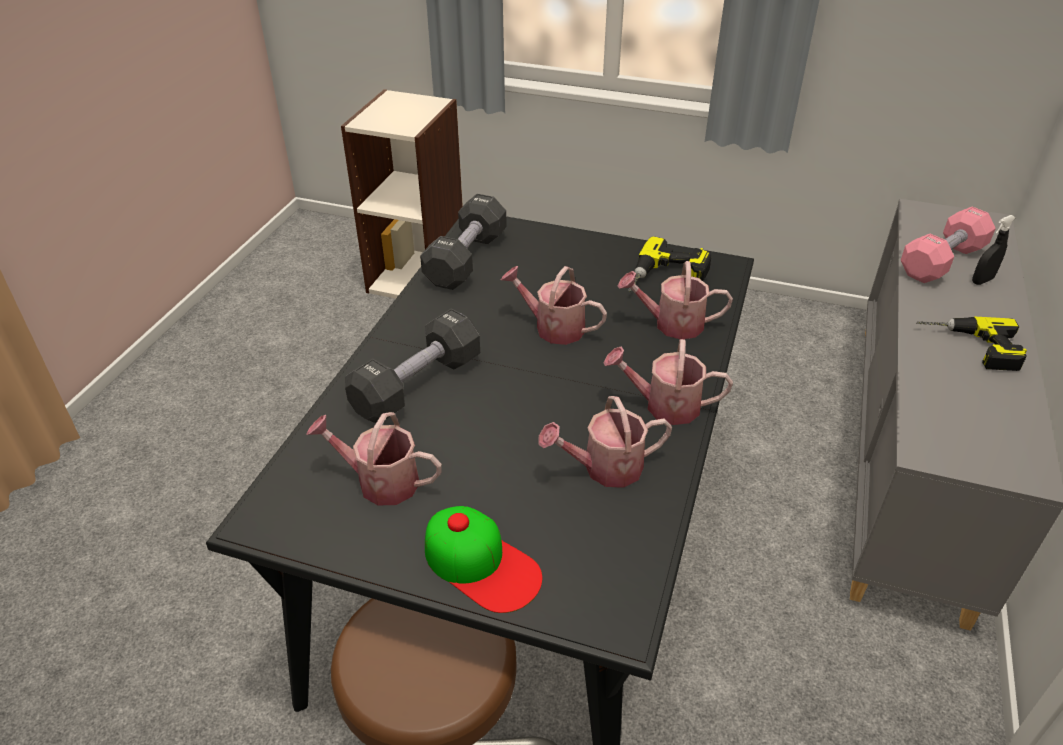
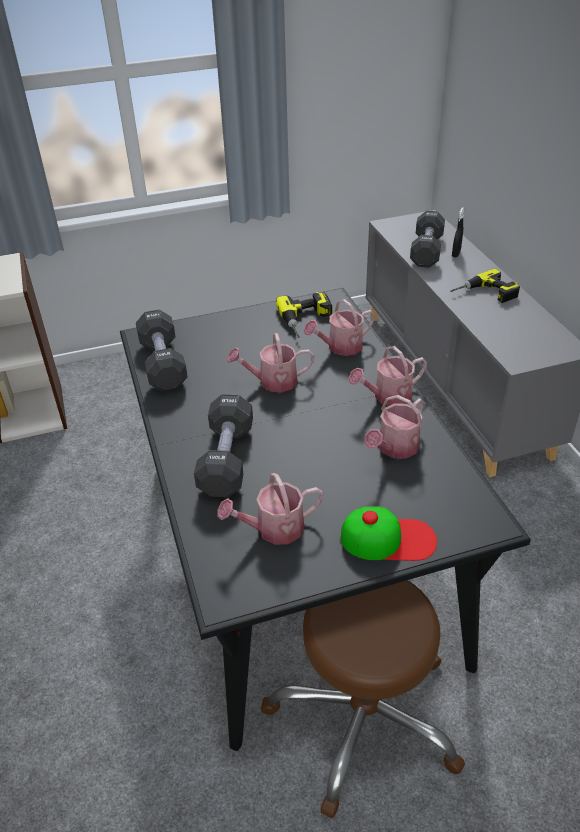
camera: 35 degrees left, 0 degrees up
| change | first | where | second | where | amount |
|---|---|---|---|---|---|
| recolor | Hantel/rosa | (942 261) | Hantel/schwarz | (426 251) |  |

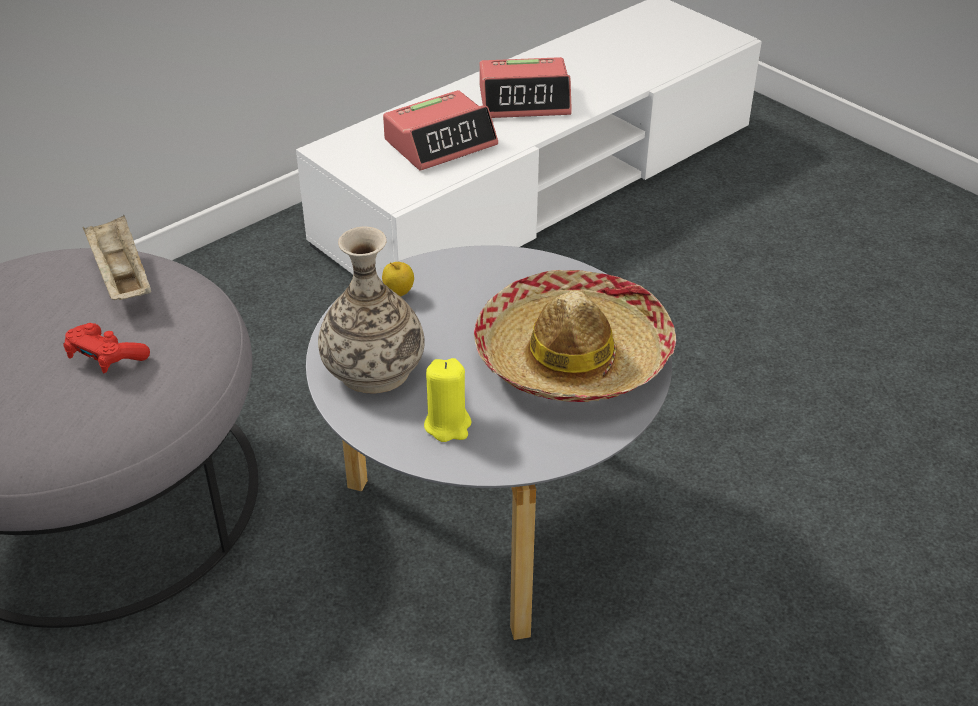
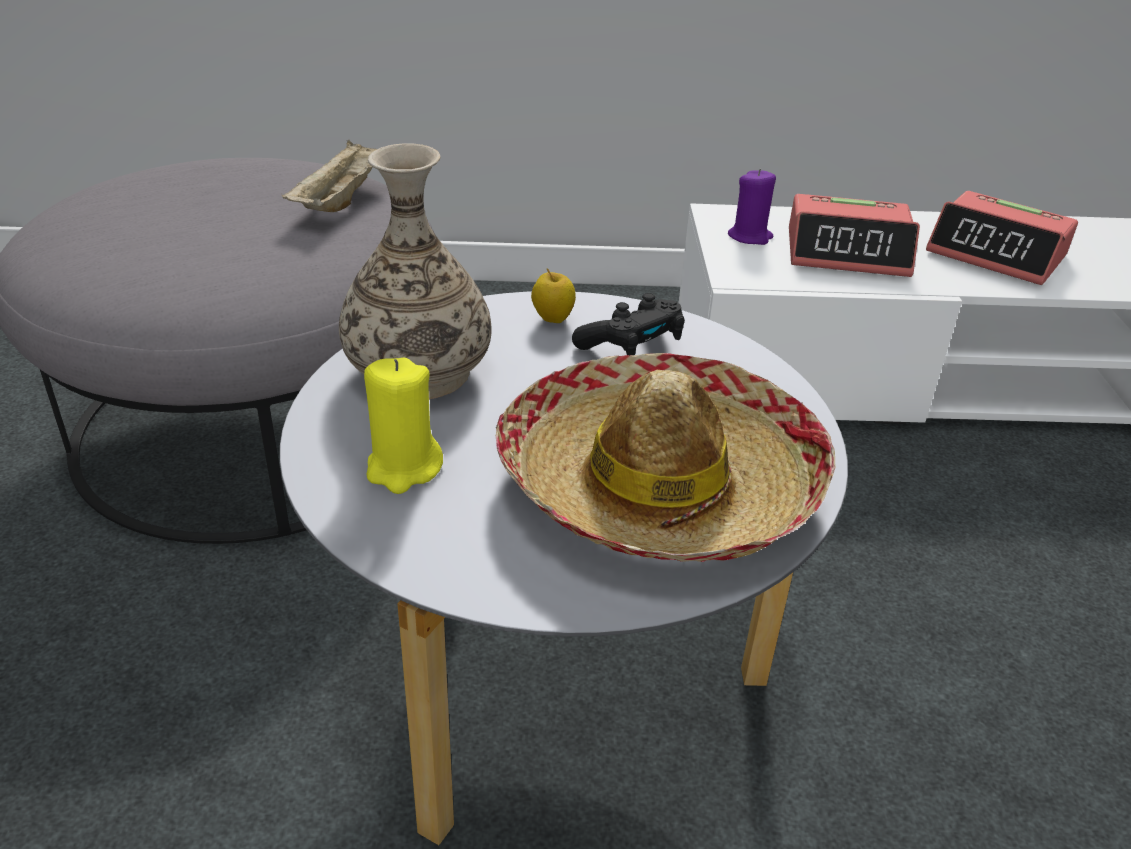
camera: 40 degrees right, 5 degrees down
| change | first | where | second | where | amount |
|---|---|---|---|---|---|
| delete | Gamepad/rot | (106 358) |  |  |  |
| insert |  |  | Kerze/lila | (750 237) |  |
| insert |  |  | Gamepad/schwarz | (632 345) |  |

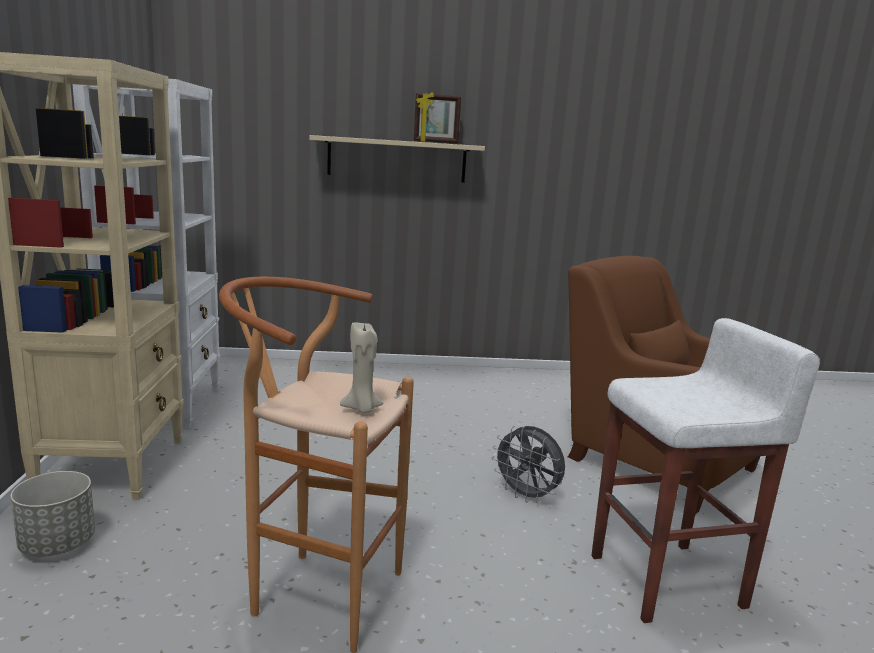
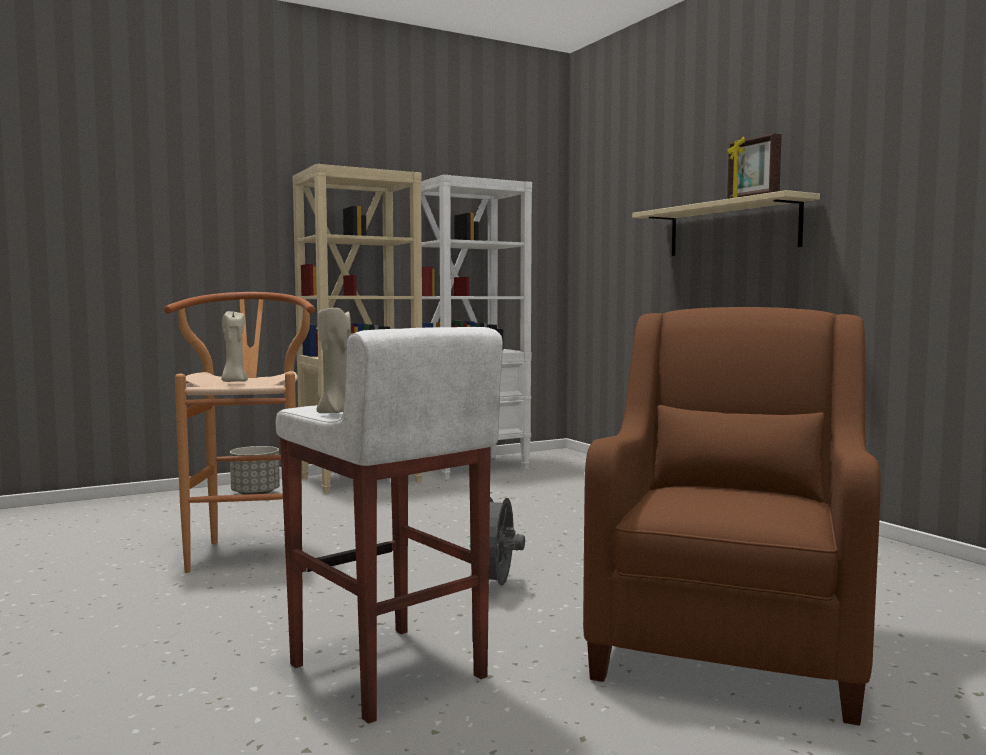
camera: 65 degrees right, 10 degrees down
| change | first | where | second | where | amount |
|---|---|---|---|---|---|
| insert |  |  | Kerze/beige | (337 412) |  |

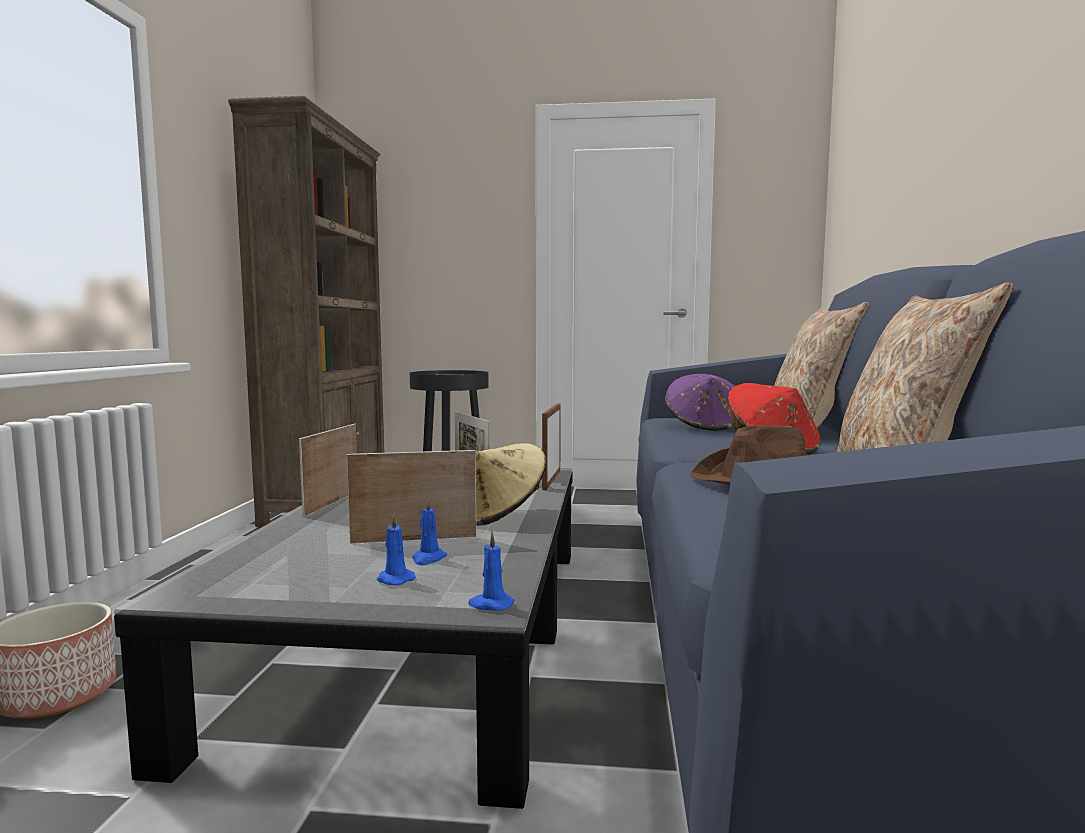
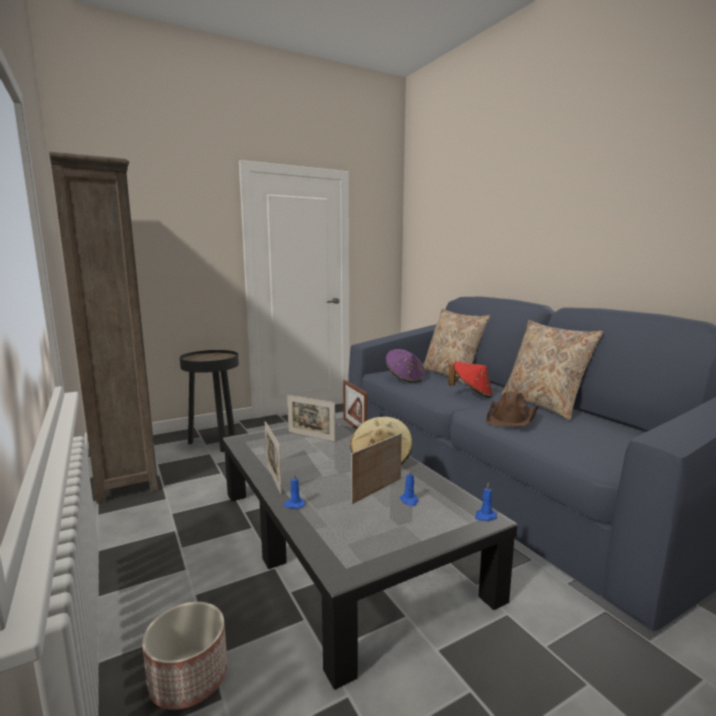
camera: 35 degrees left, 5 degrees up
| change | first | where | second | where | amount |
|---|---|---|---|---|---|
| move | Kerze/blau | (394 579) |  | (294 505) |  |

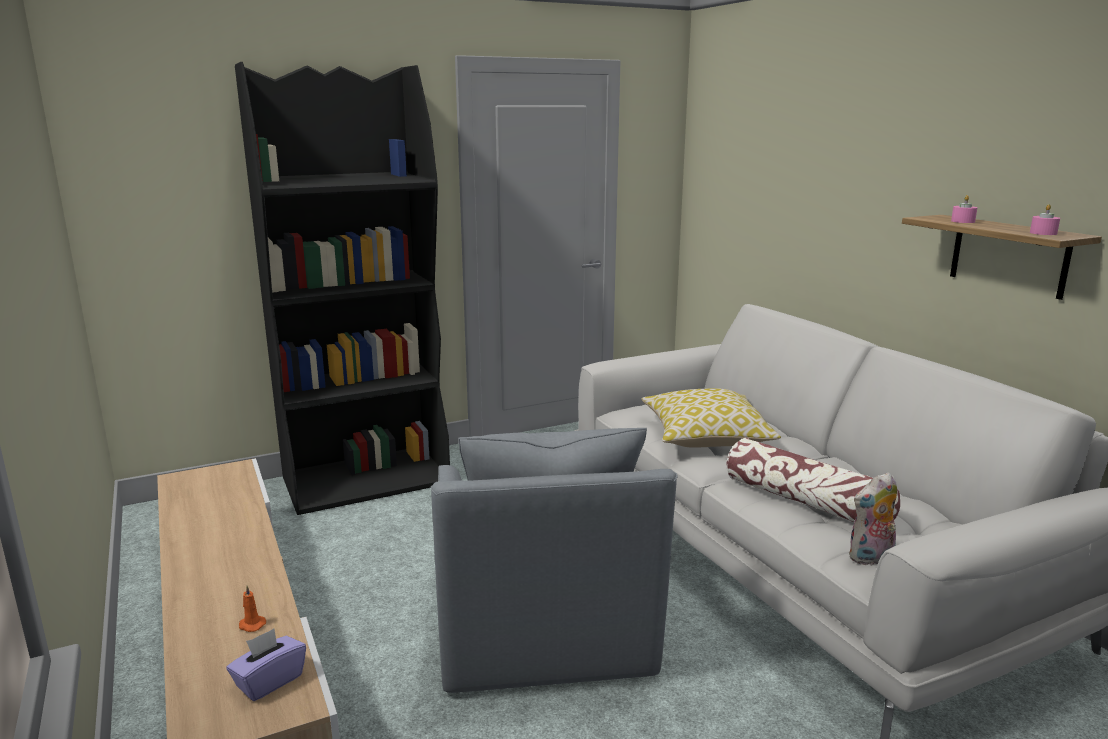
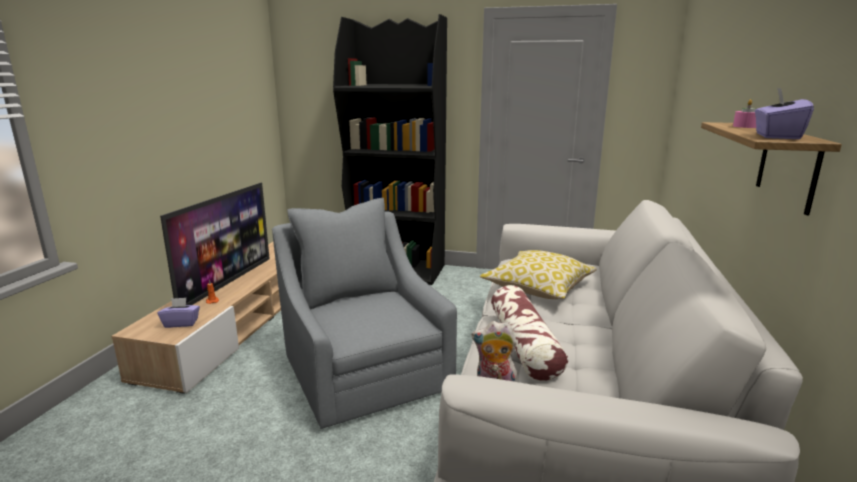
camera: 40 degrees right, 0 degrees up
| change | first | where | second | where | amount |
|---|---|---|---|---|---|
| replace | Kerze/rosa | (1043 233) | Taschentuchbox/lila | (776 136) |  |
| rotate | Sessel/grau | (541 629) |  | (364 370) | 120 degrees clockwise |
| insert |  |  | Fernseher | (226 283) |  |

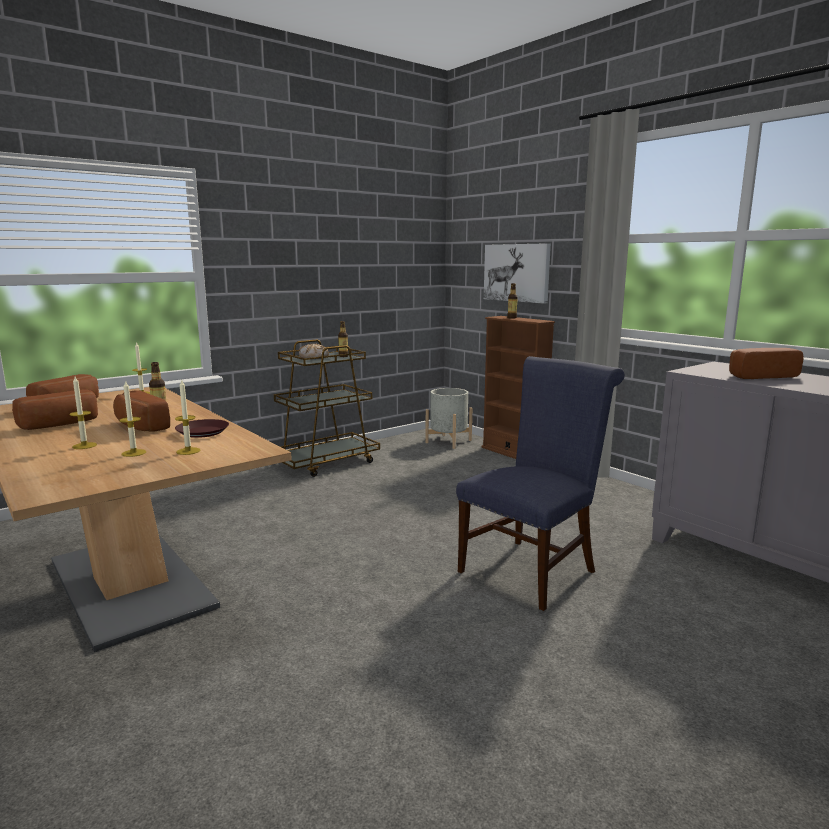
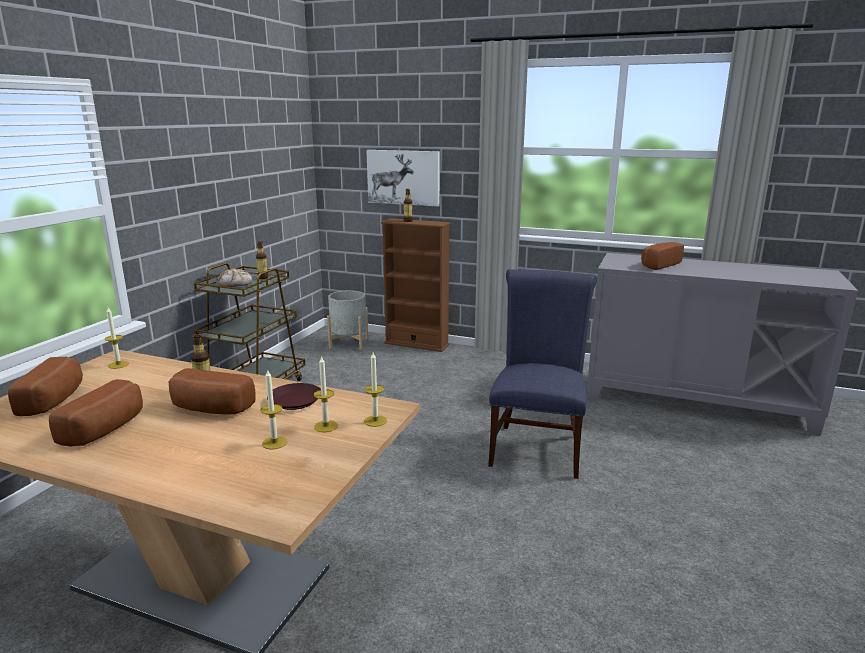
camera: 30 degrees left, 5 degrees up
| change | first | where | second | where | amount |
|---|---|---|---|---|---|
| move | Kerze | (84 446) |  | (375 421) |  |

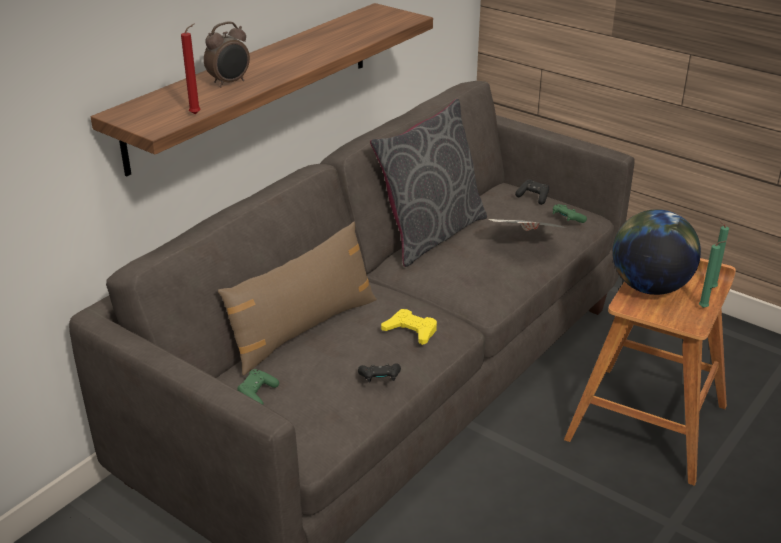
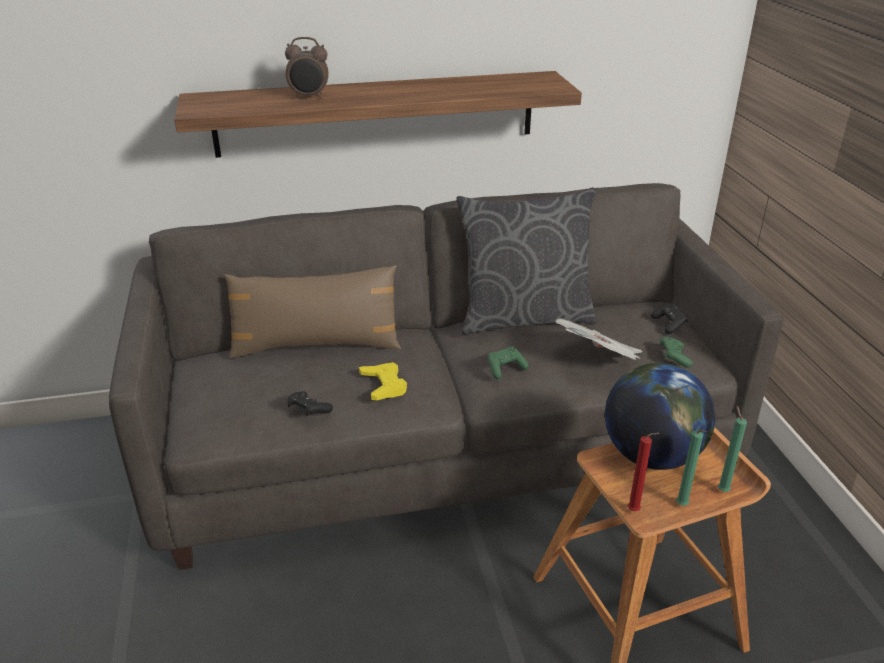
camera: 40 degrees right, 0 degrees up
| change | first | where | second | where | amount |
|---|---|---|---|---|---|
| move | Kerze/rot | (197 114) |  | (635 511) |  |
| move | Gamepad/grün | (257 394) |  | (505 368) |  |

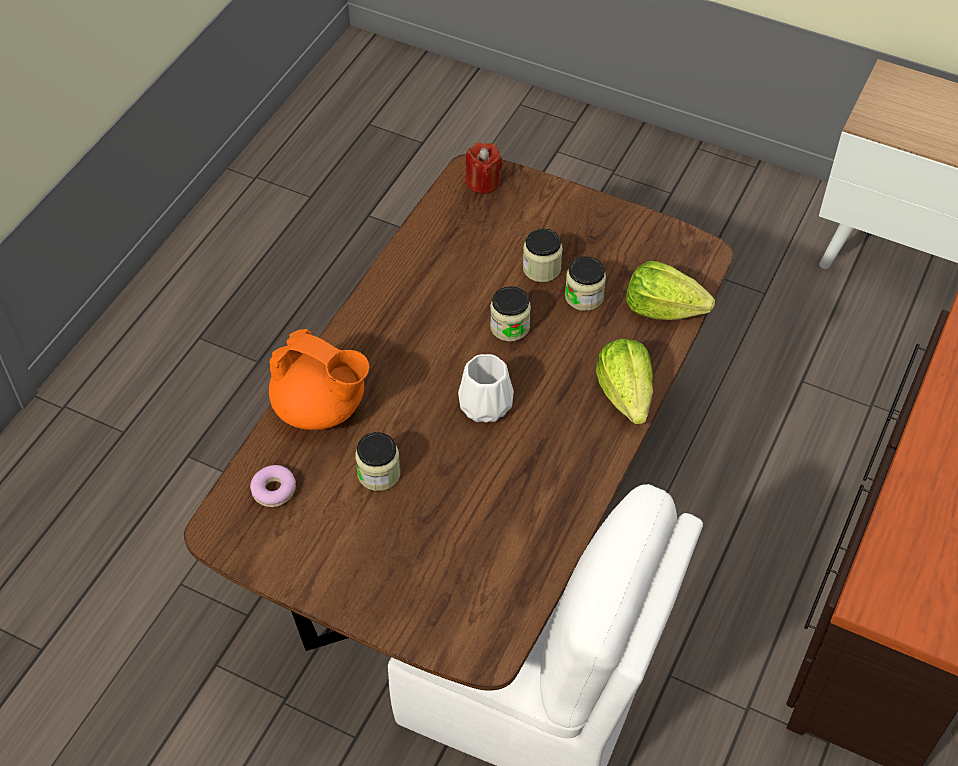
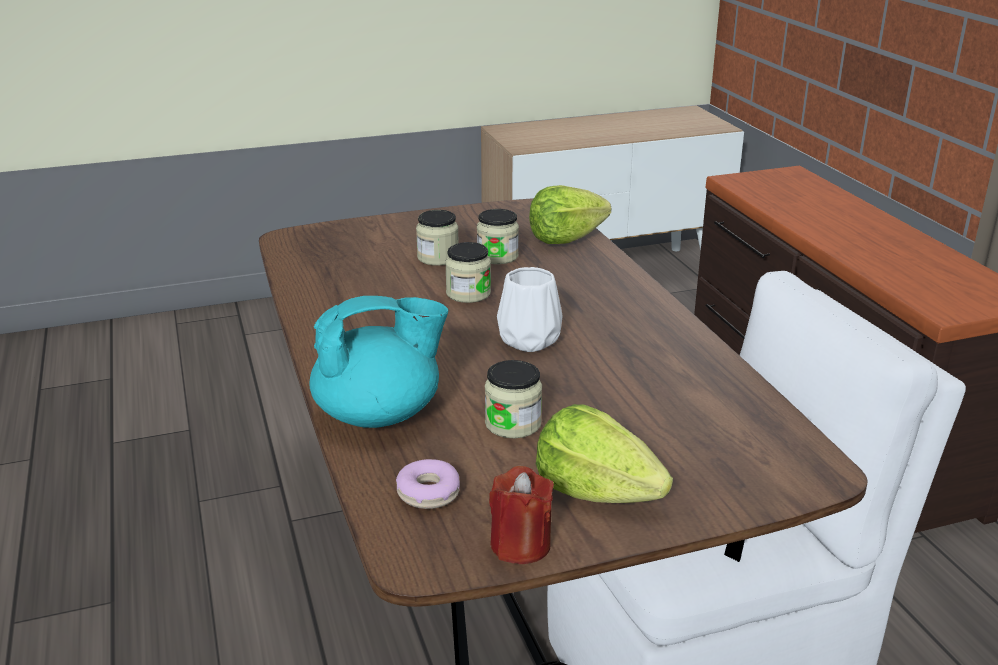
camera: 45 degrees left, 25 degrees down
| change | first | where | second | where | amount |
|---|---|---|---|---|---|
| move | Kerze/rot | (483 182) |  | (520 545) |  |
| recolor | Teekanne/orange | (321 407) | Teekanne/türkis | (380 414) |  |
| move | Salatkopf | (625 395) |  | (596 491) |  |

